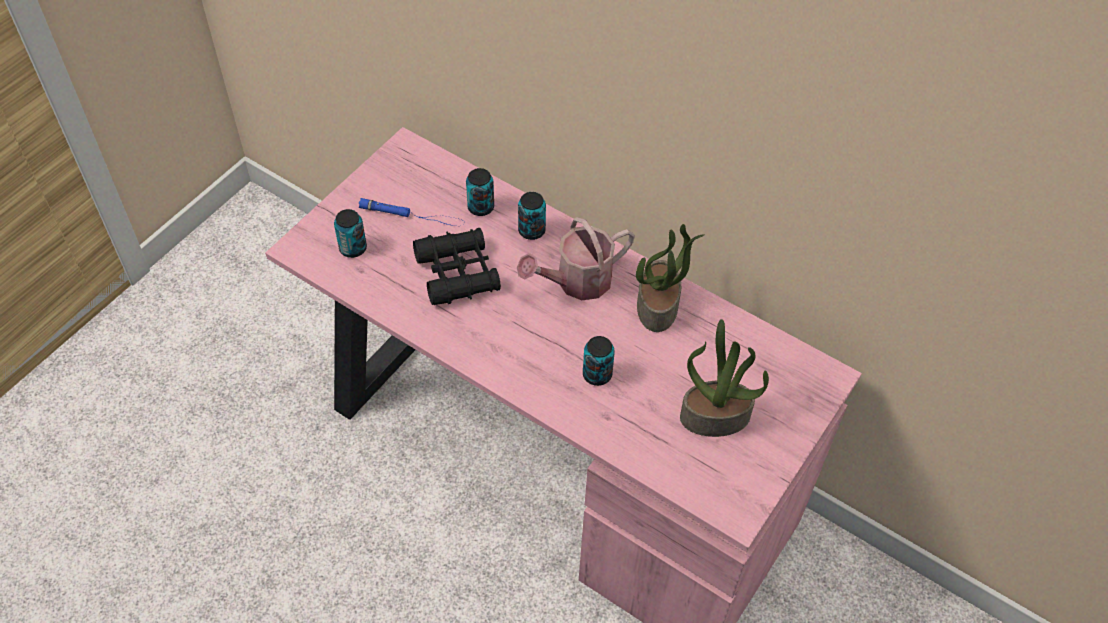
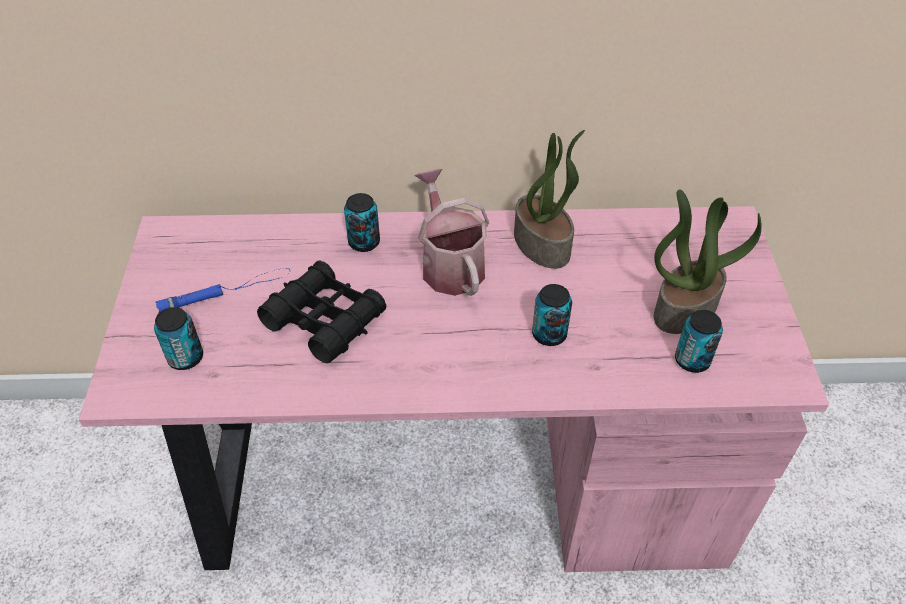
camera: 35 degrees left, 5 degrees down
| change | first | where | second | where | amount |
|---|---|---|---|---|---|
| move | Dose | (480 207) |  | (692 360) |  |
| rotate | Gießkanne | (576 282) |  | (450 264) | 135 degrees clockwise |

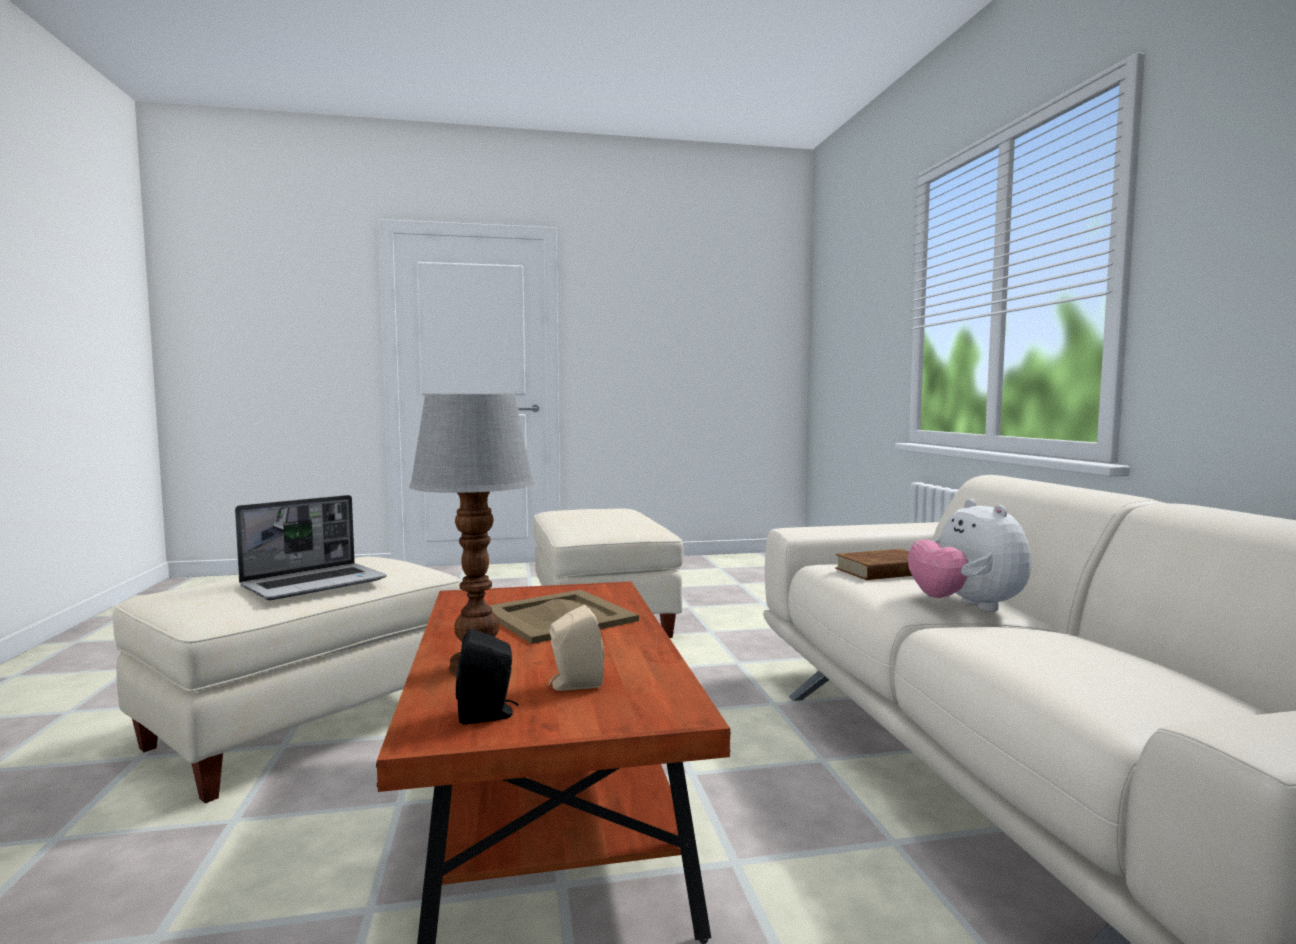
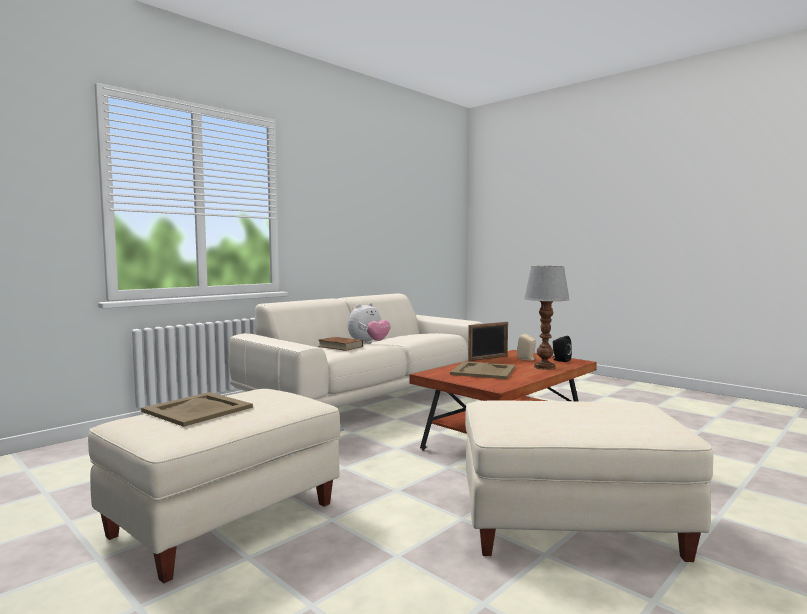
camera: 125 degrees left, 0 degrees up
| change | first | where | second | where | amount |
|---|---|---|---|---|---|
| delete | Laptop | (315 584) |  |  |  |
| insert |  |  | Bilderrahmen | (488 358) |  |
| insert |  |  | Tablett/beige | (198 409) |  |

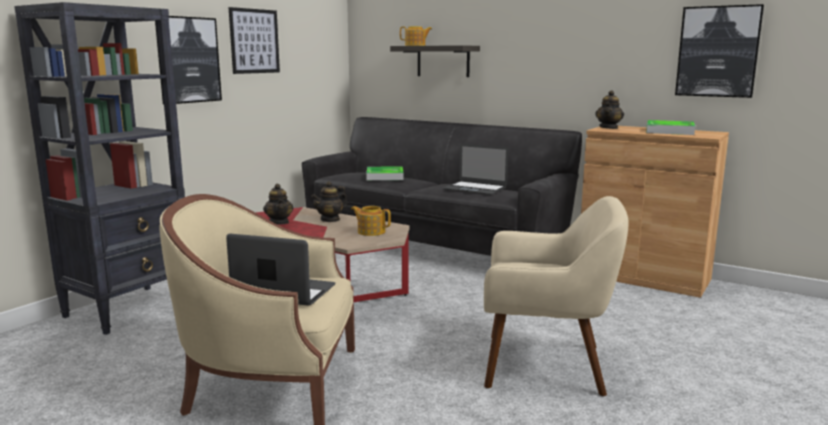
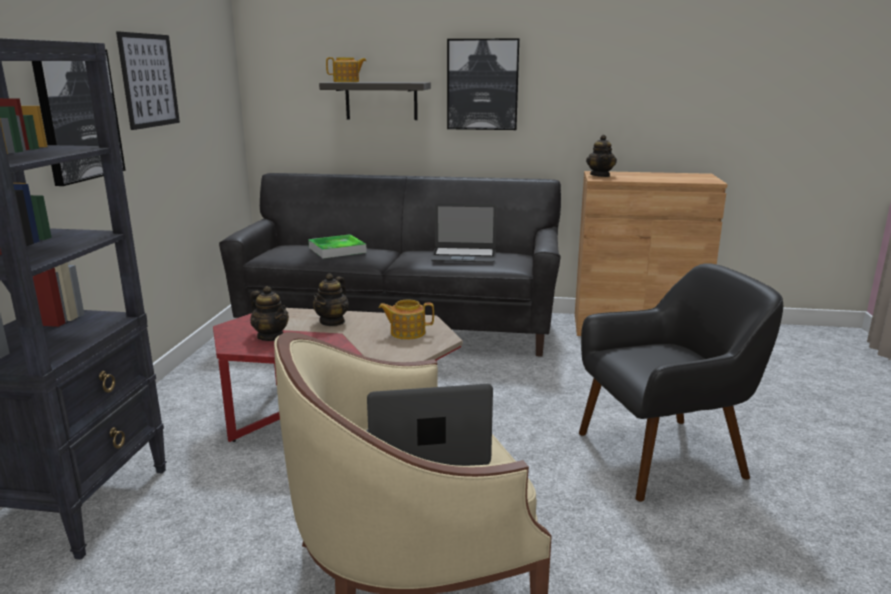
camera: 25 degrees left, 5 degrees up
| change | first | where | second | where | amount |
|---|---|---|---|---|---|
| move | Bild | (718 51) |  | (482 84) |  |
| delete | Tablett | (669 131) |  |  |  |
| recolor | Sessel/beige | (546 365) | Sessel/schwarz | (663 456) |  |

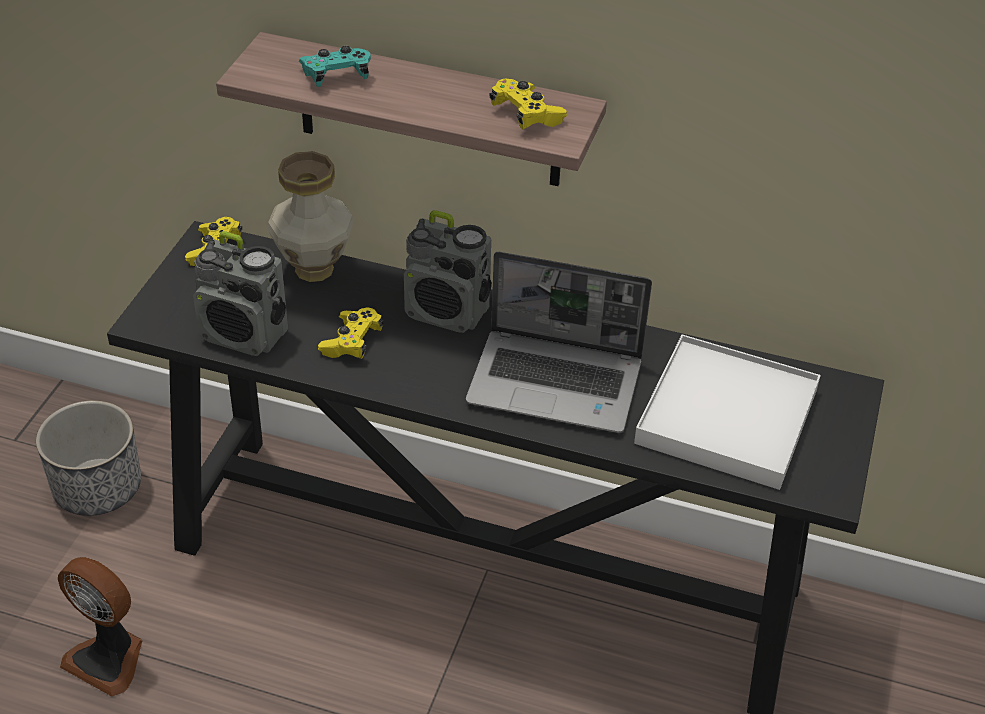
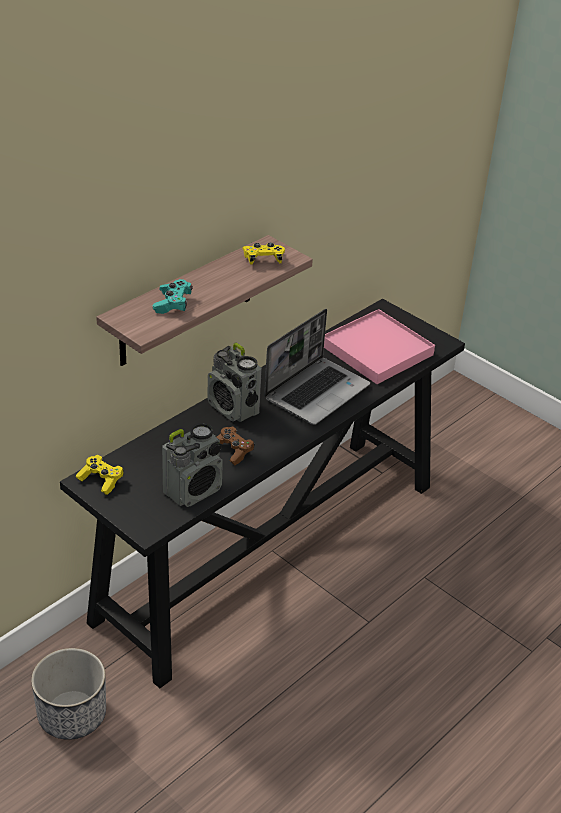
camera: 65 degrees left, 5 degrees down
| change | first | where | second | where | amount |
|---|---|---|---|---|---|
| delete | Vase | (314 268) |  |  |  |
| rotate | Radio | (447 313) |  | (233 409) | 90 degrees clockwise |
| recolor | Gamepad/gelb | (352 342) | Gamepad/braun | (232 451) |  |
| recolor | Tablett/weiß | (726 417) | Tablett/rosa | (377 350) |  |
| delete | Ventilator | (109 658) |  |  |  |

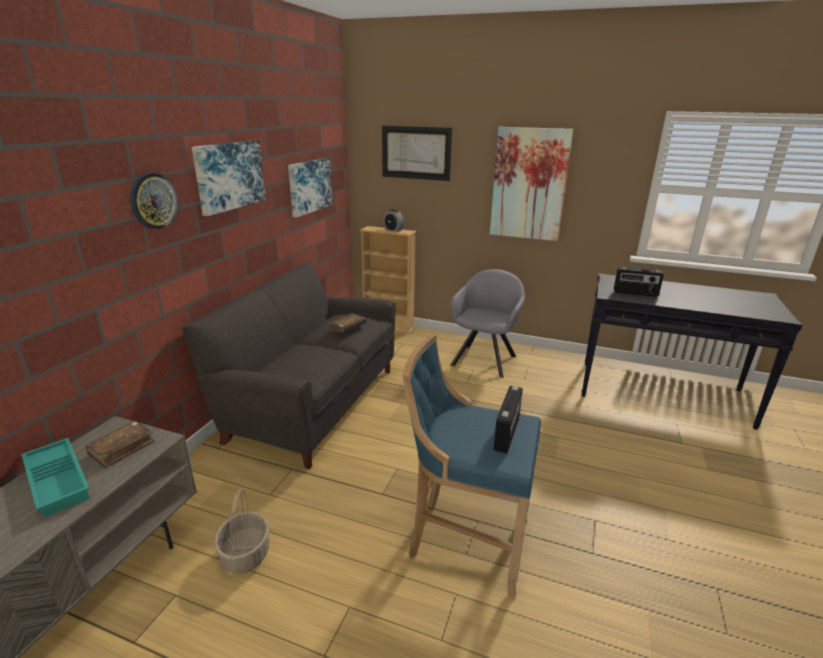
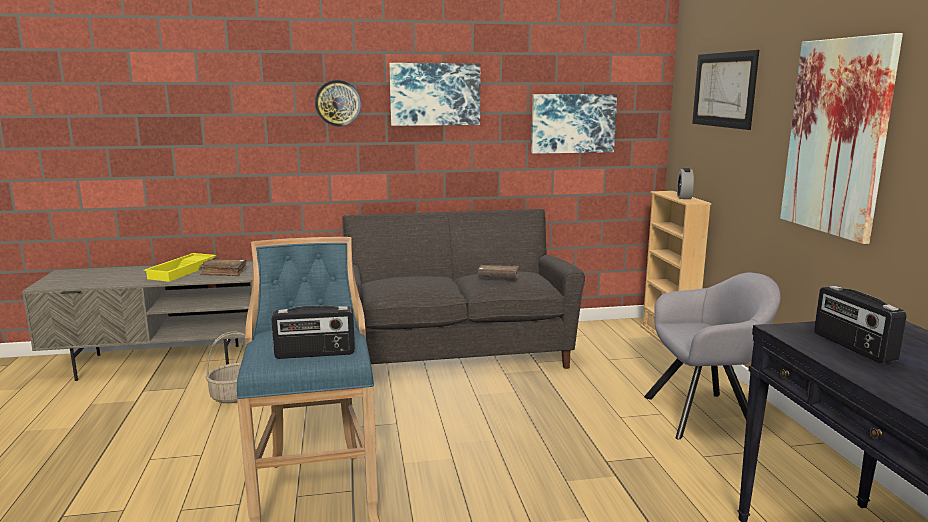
camera: 60 degrees right, 10 degrees down
| change | first | where | second | where | amount |
|---|---|---|---|---|---|
| recolor | Tablett/türkis | (59 480) | Tablett/gelb | (182 271) |  |

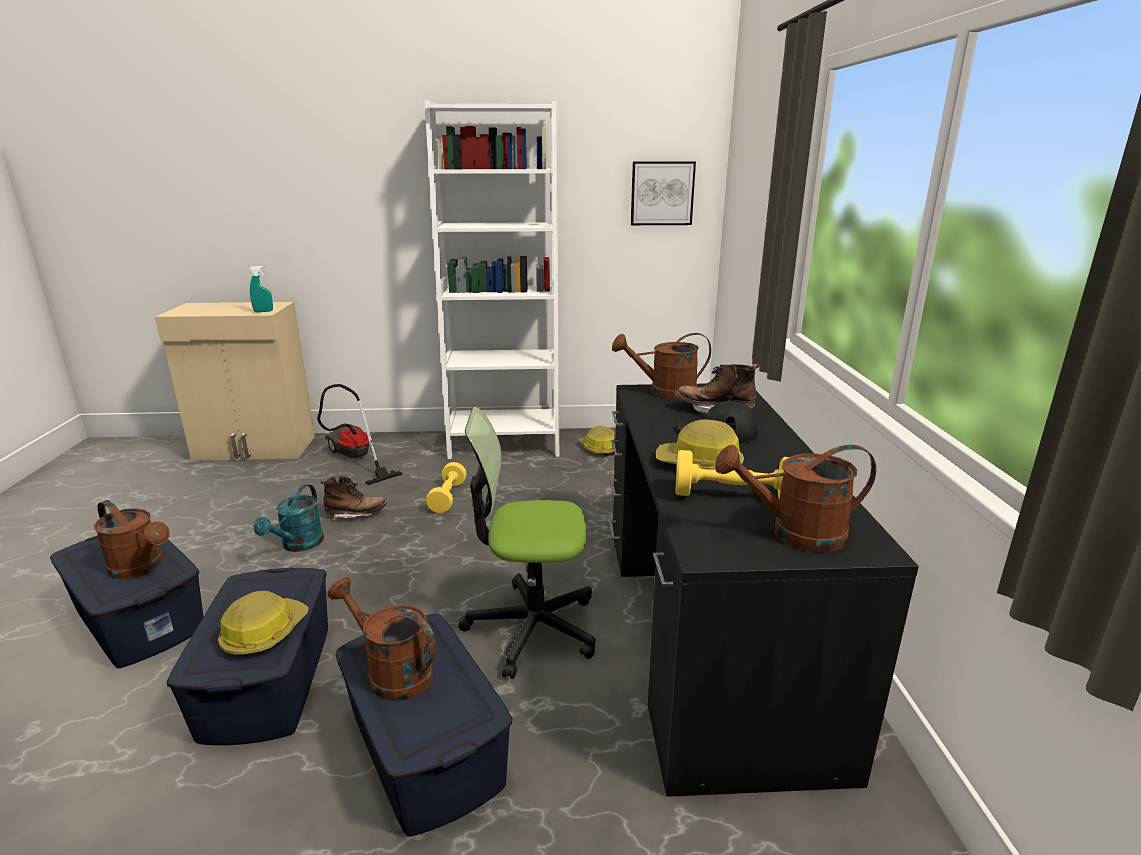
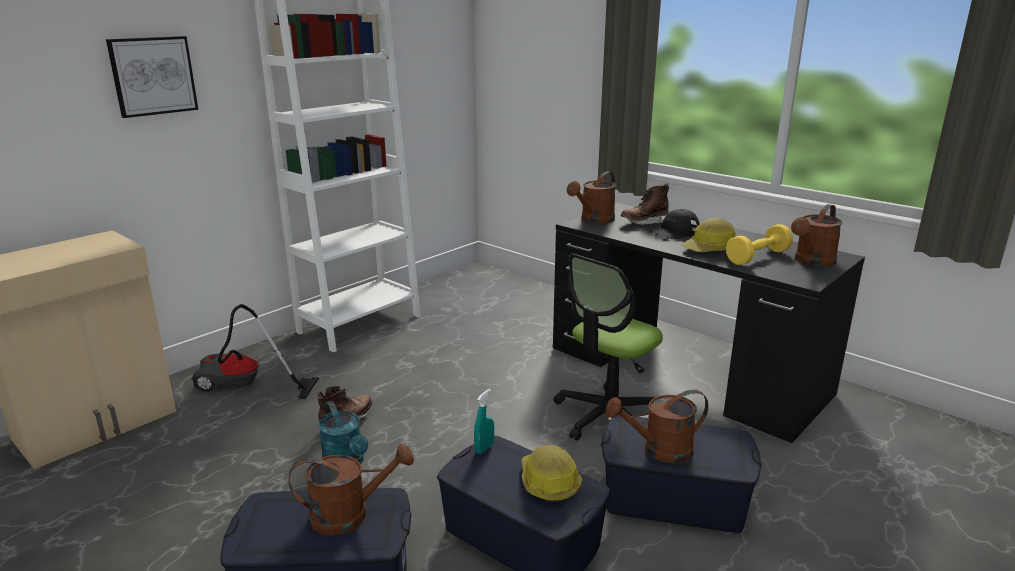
camera: 45 degrees left, 0 degrees up
| change | first | where | second | where | amount |
|---|---|---|---|---|---|
| move | Bild | (662 193) |  | (153 76) |  |
| move | Sprühflasche/türkis | (263 311) |  | (484 448) |  |
| delete | Schutzhelm | (599 449) |  |  |  |
| delete | Hantel/gelb | (447 497) |  |  |  |

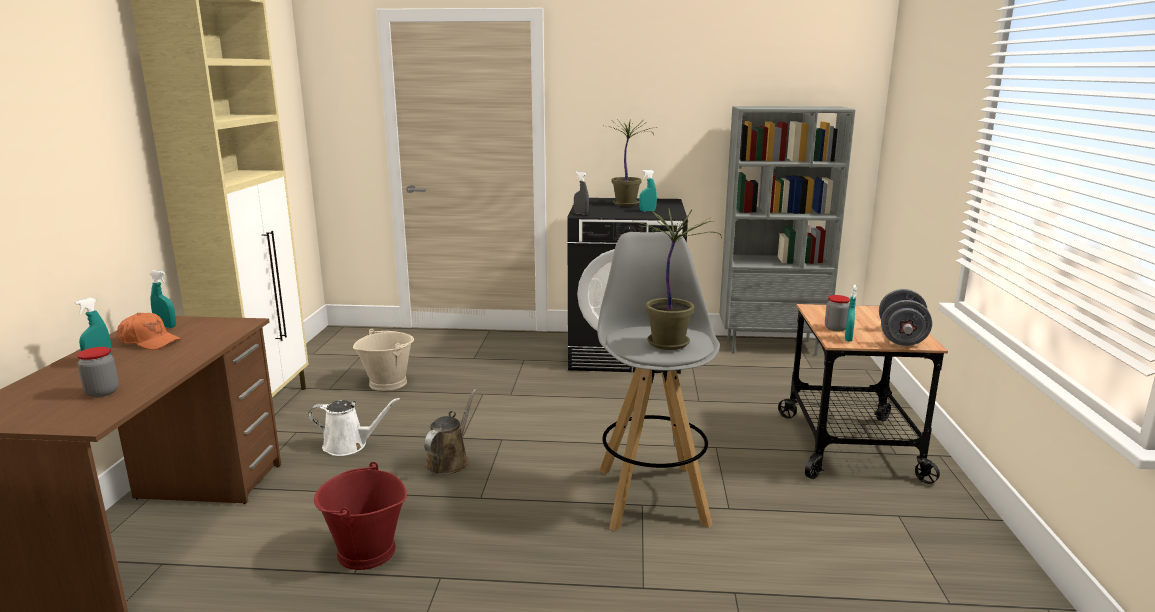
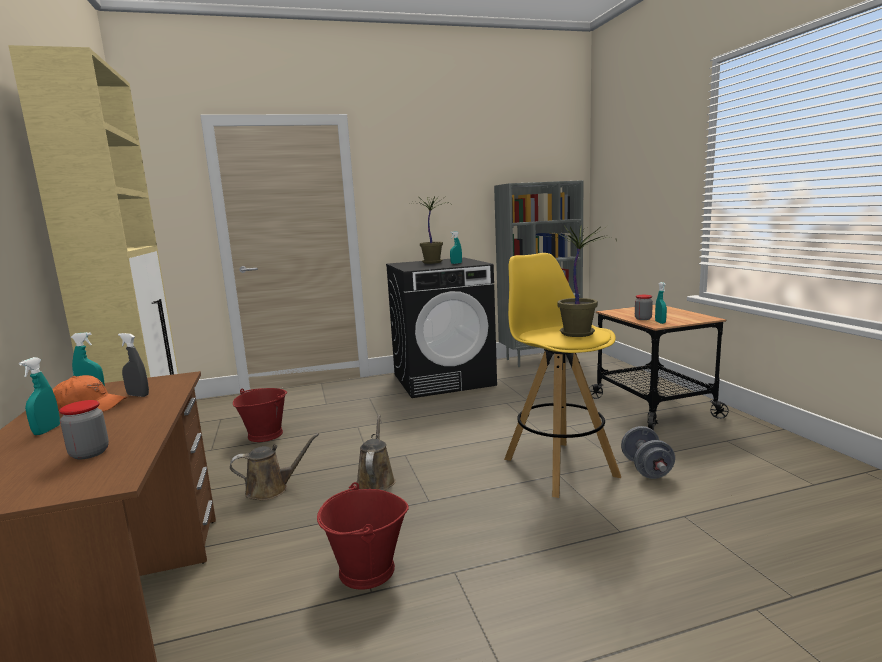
camera: 20 degrees left, 5 degrees down
| change | first | where | second | where | amount |
|---|---|---|---|---|---|
| move | Sprühflasche/grau | (581 214) |  | (138 395) |  |
| recolor | Hocker/grau | (652 495) | Hocker/gelb | (559 466) |  |
| move | Hantel/grau | (901 338) |  | (646 469) |  |
| recolor | Eimer/beige | (388 383) | Eimer/rot | (265 434) |  |
| recolor | Gießkanne/weiß | (349 445) | Gießkanne/braun | (271 489) |  |

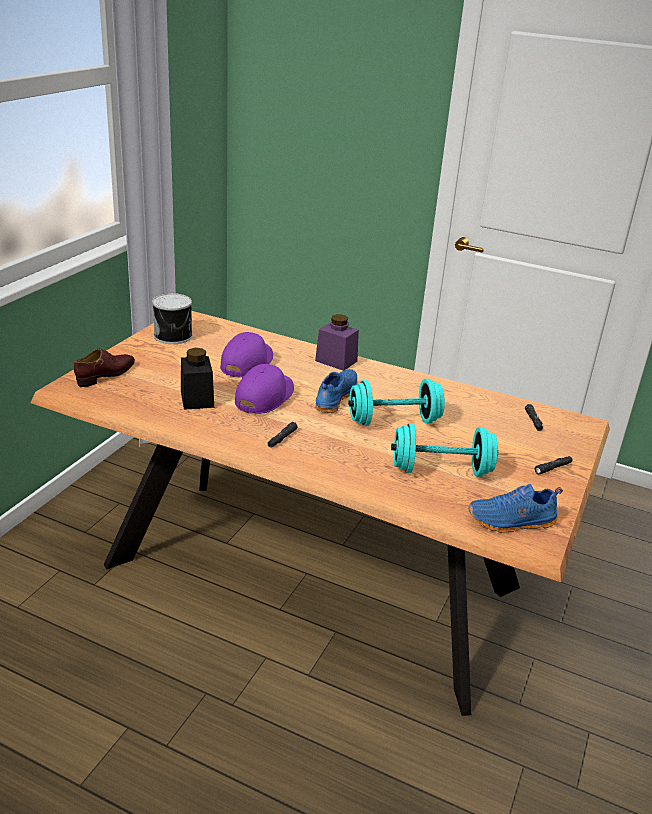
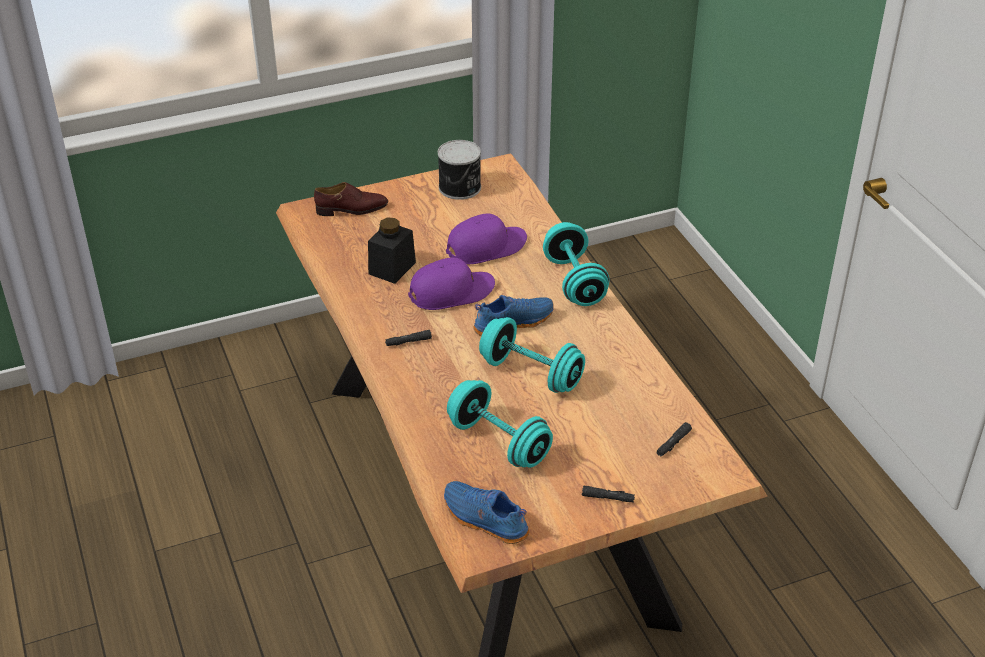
camera: 45 degrees right, 10 degrees up
| change | first | where | second | where | amount |
|---|---|---|---|---|---|
| replace | Vorratsglas/lila | (336 361) | Hantel/türkis | (574 282) |  |

